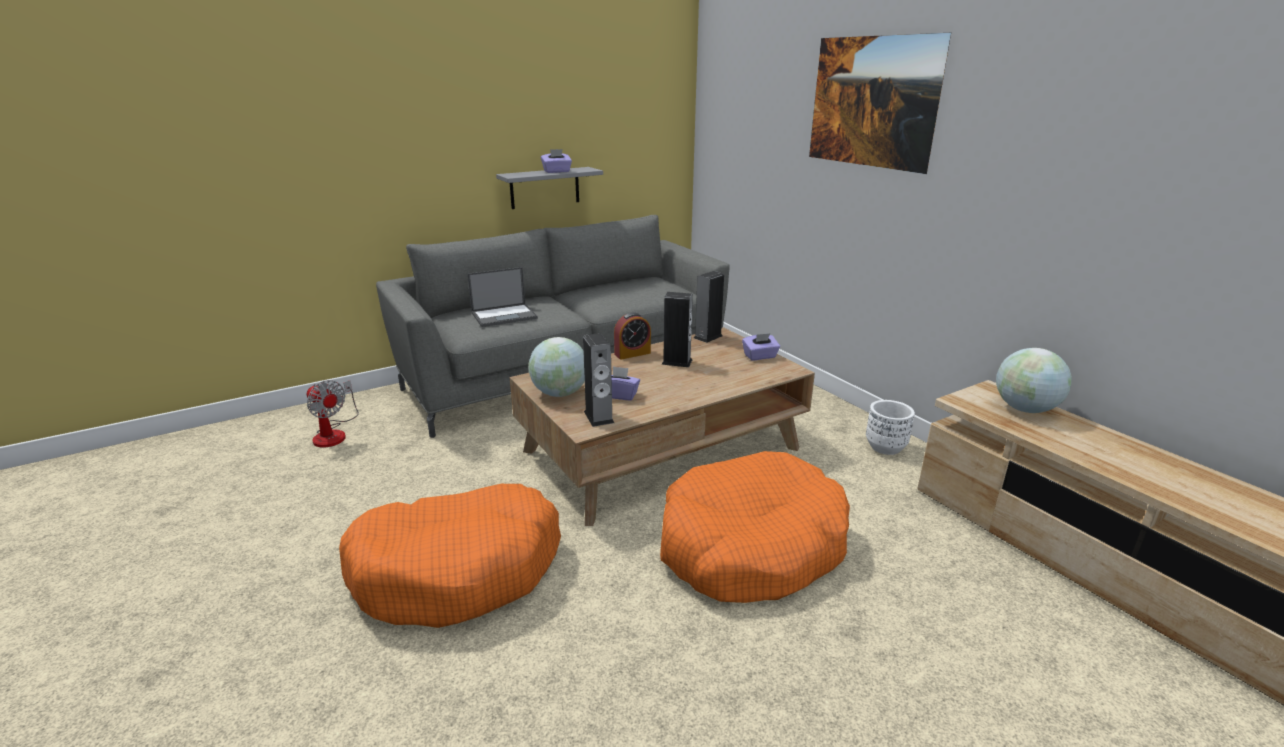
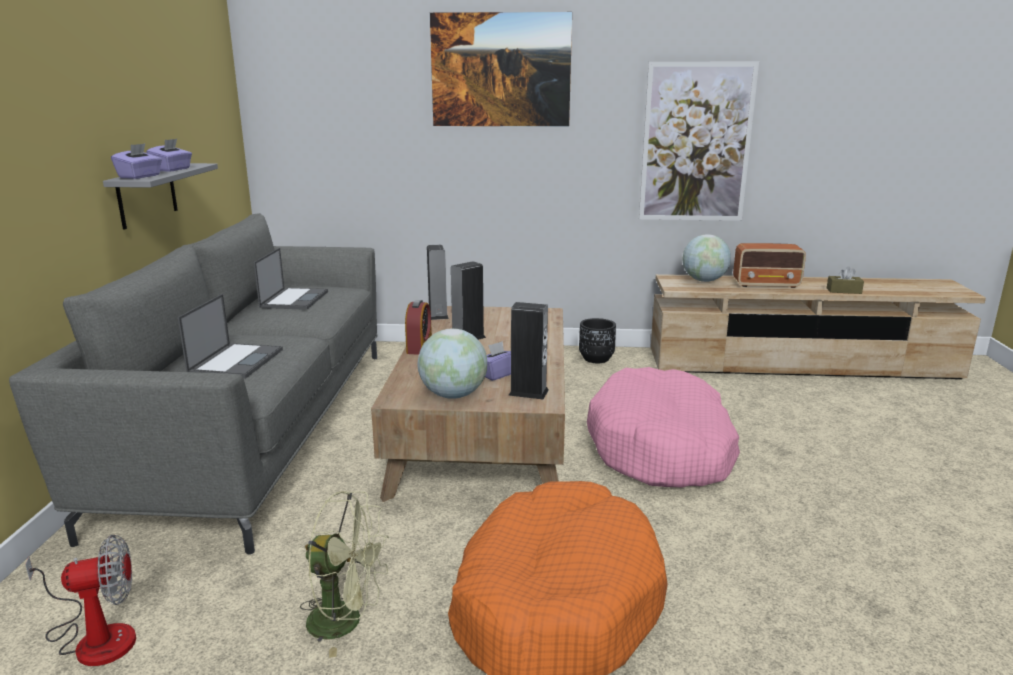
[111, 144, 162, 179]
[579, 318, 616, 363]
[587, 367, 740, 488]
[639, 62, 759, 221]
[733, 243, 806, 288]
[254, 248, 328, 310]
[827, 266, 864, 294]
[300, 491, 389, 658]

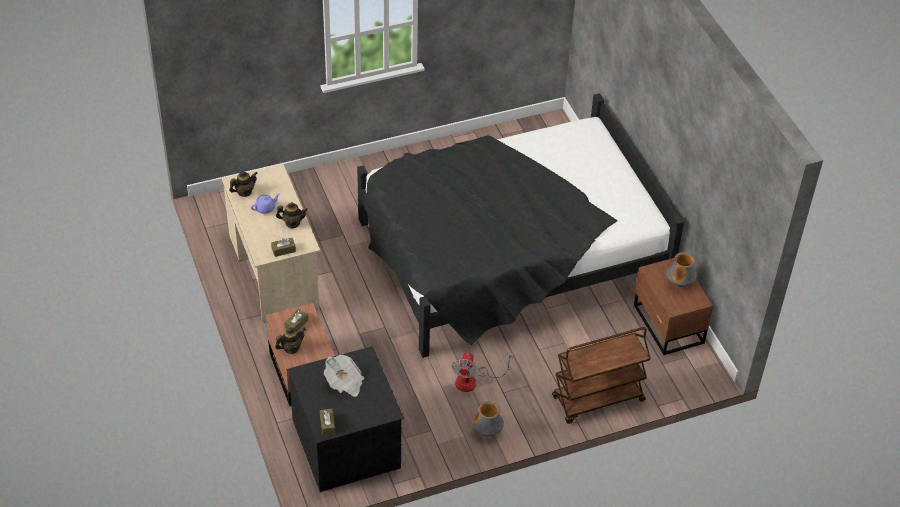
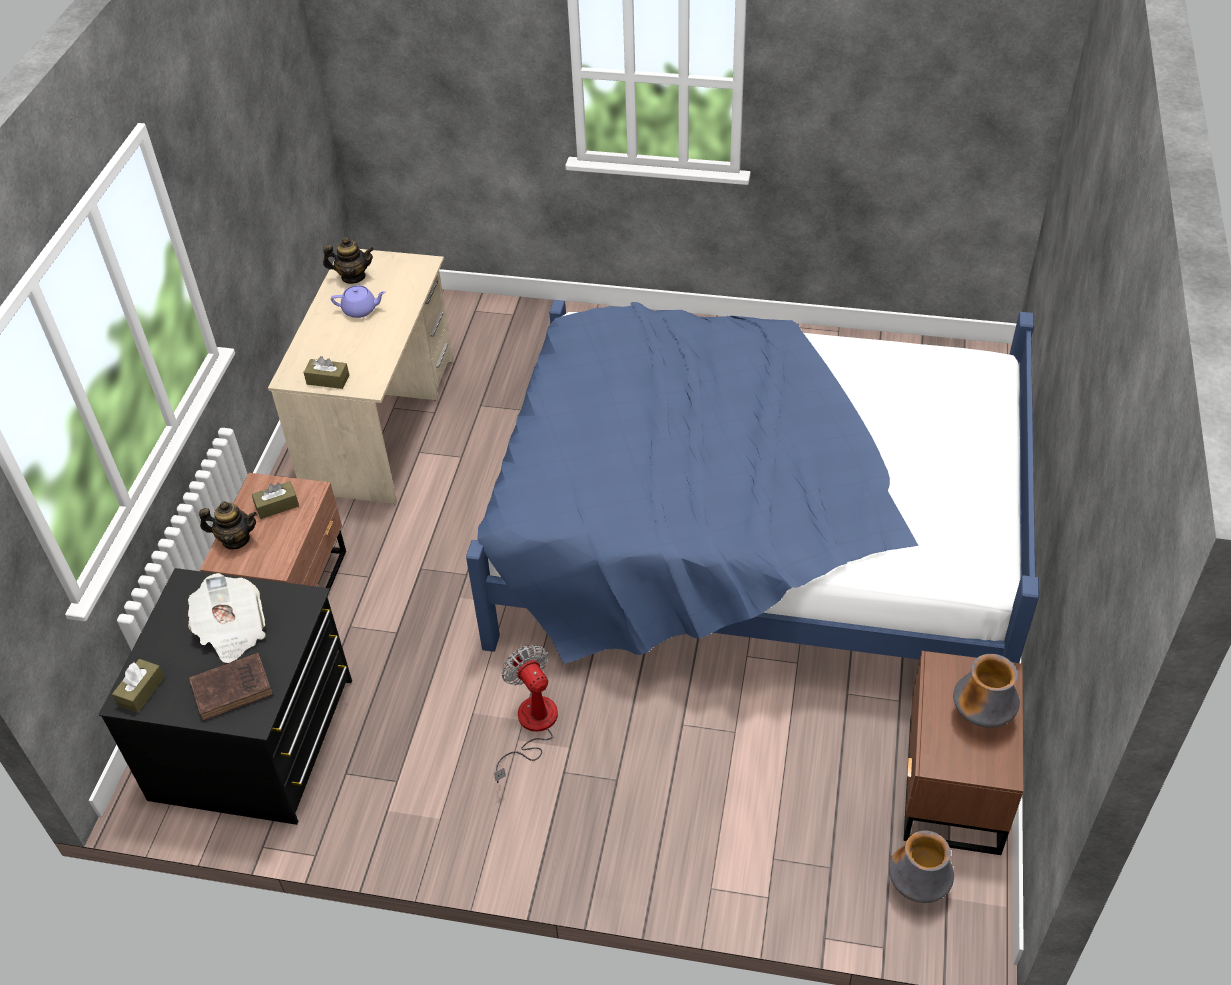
[466, 300, 1039, 664]
[276, 202, 308, 228] (first image)
[552, 327, 651, 424] (first image)
[494, 645, 558, 783]
[889, 830, 954, 903]
[189, 653, 273, 721]

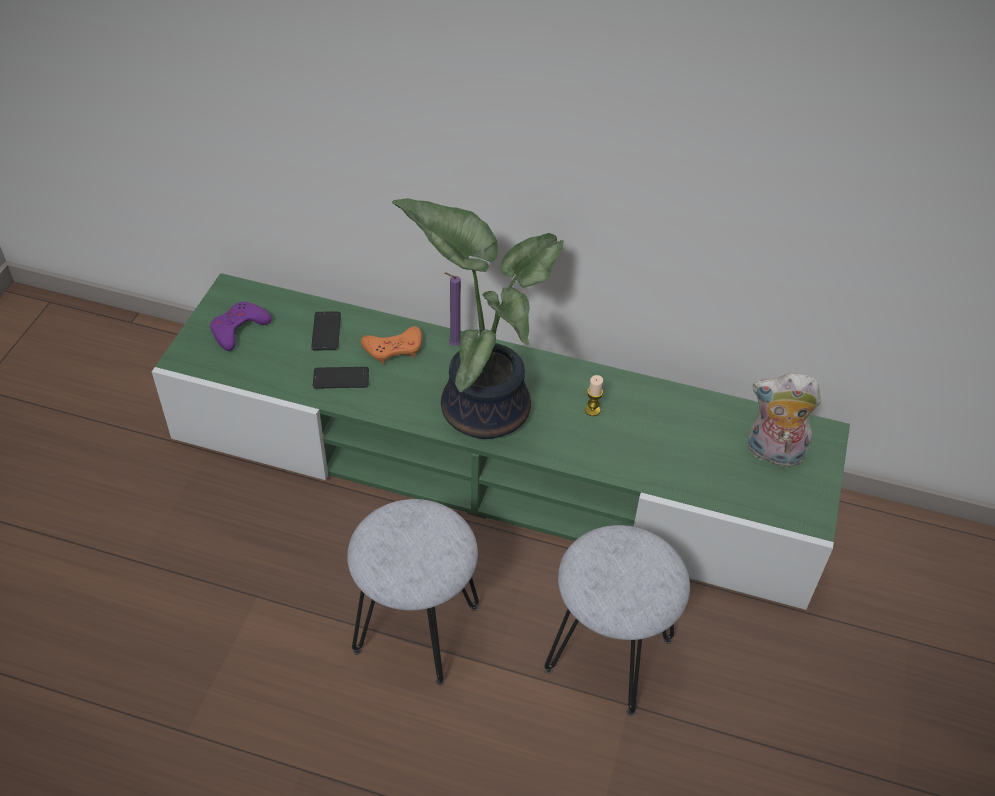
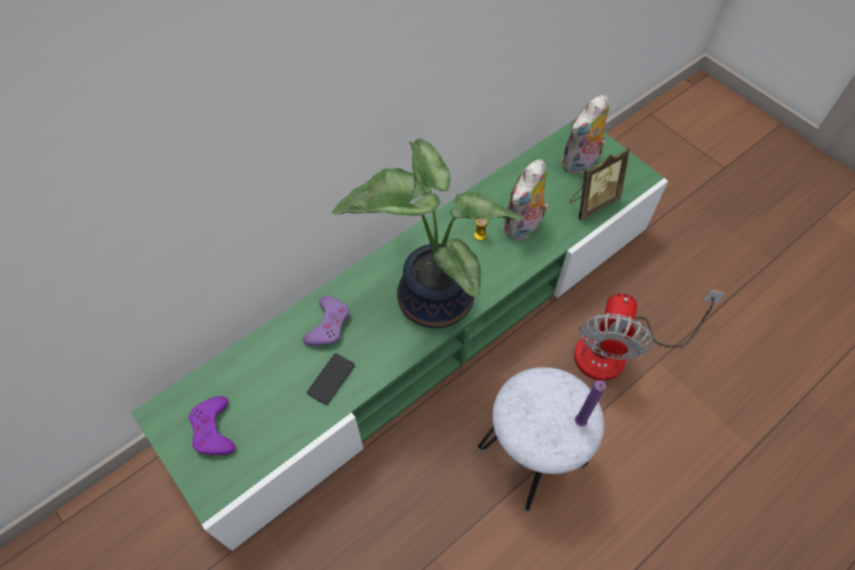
[575, 380, 606, 427]
[311, 312, 341, 350] (first image)
[303, 296, 349, 346]
[574, 290, 725, 381]
[569, 148, 630, 220]
[502, 160, 549, 240]

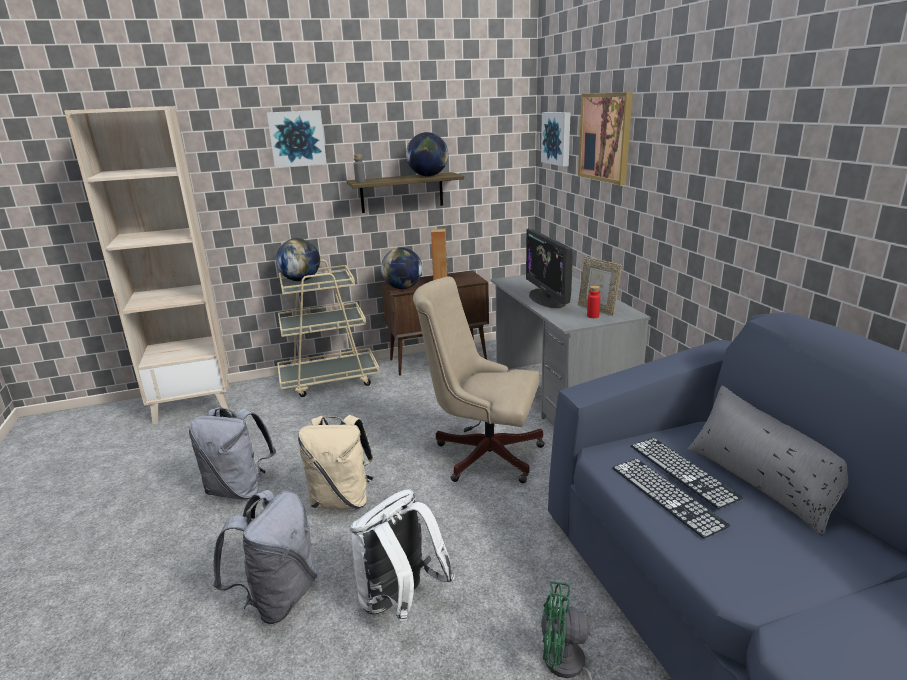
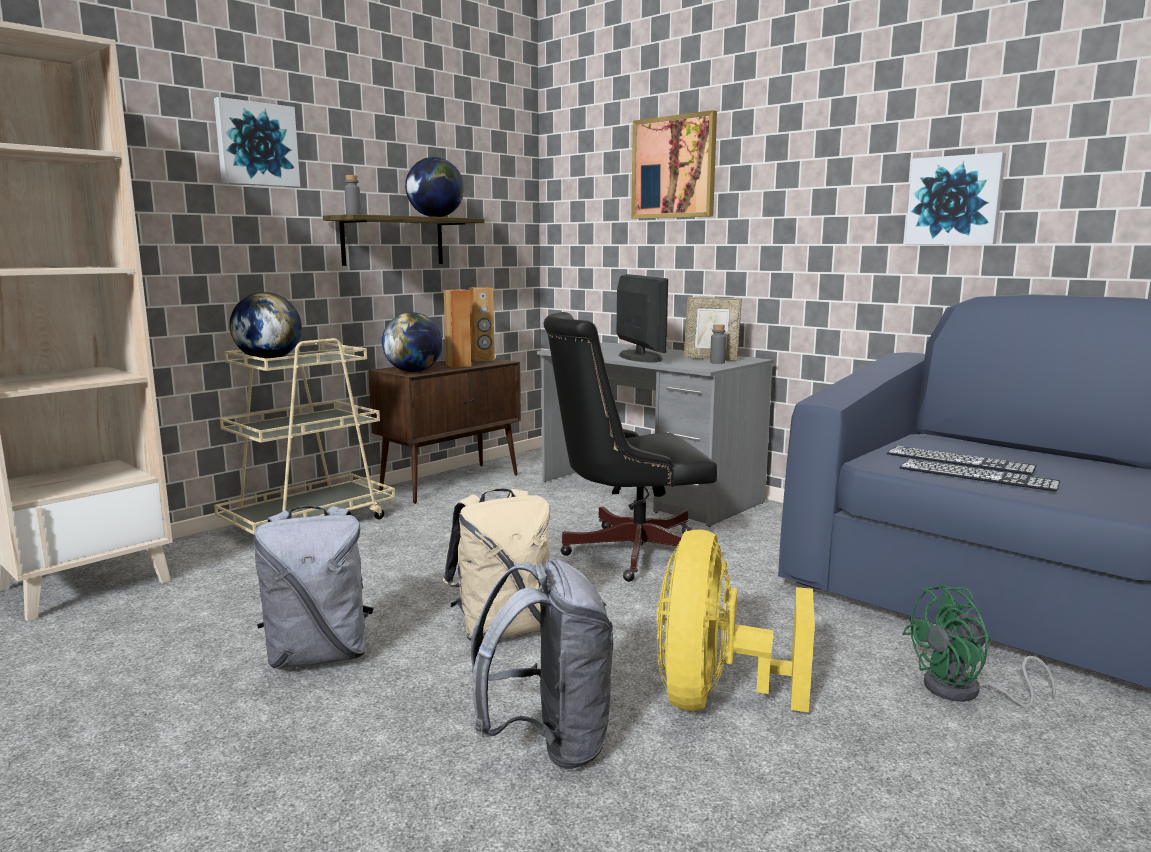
[905, 152, 1006, 244]
[617, 274, 668, 363]
[543, 312, 717, 582]
[710, 324, 726, 364]
[688, 385, 848, 536] (first image)
[656, 530, 815, 712]
[469, 287, 495, 361]

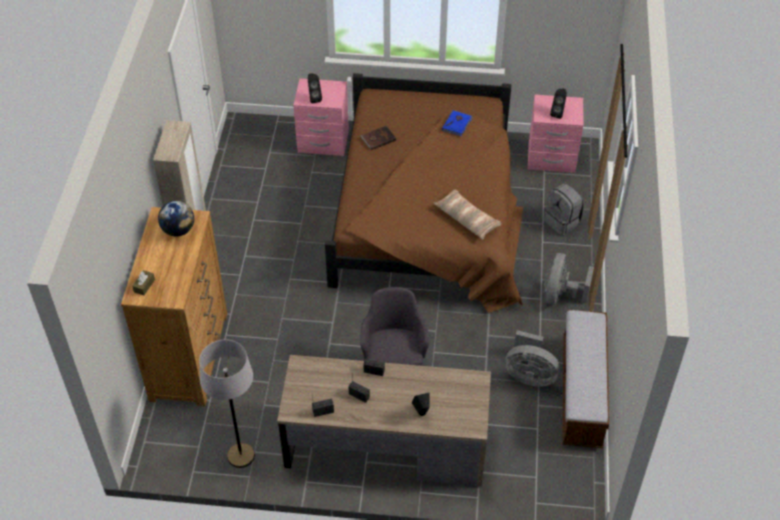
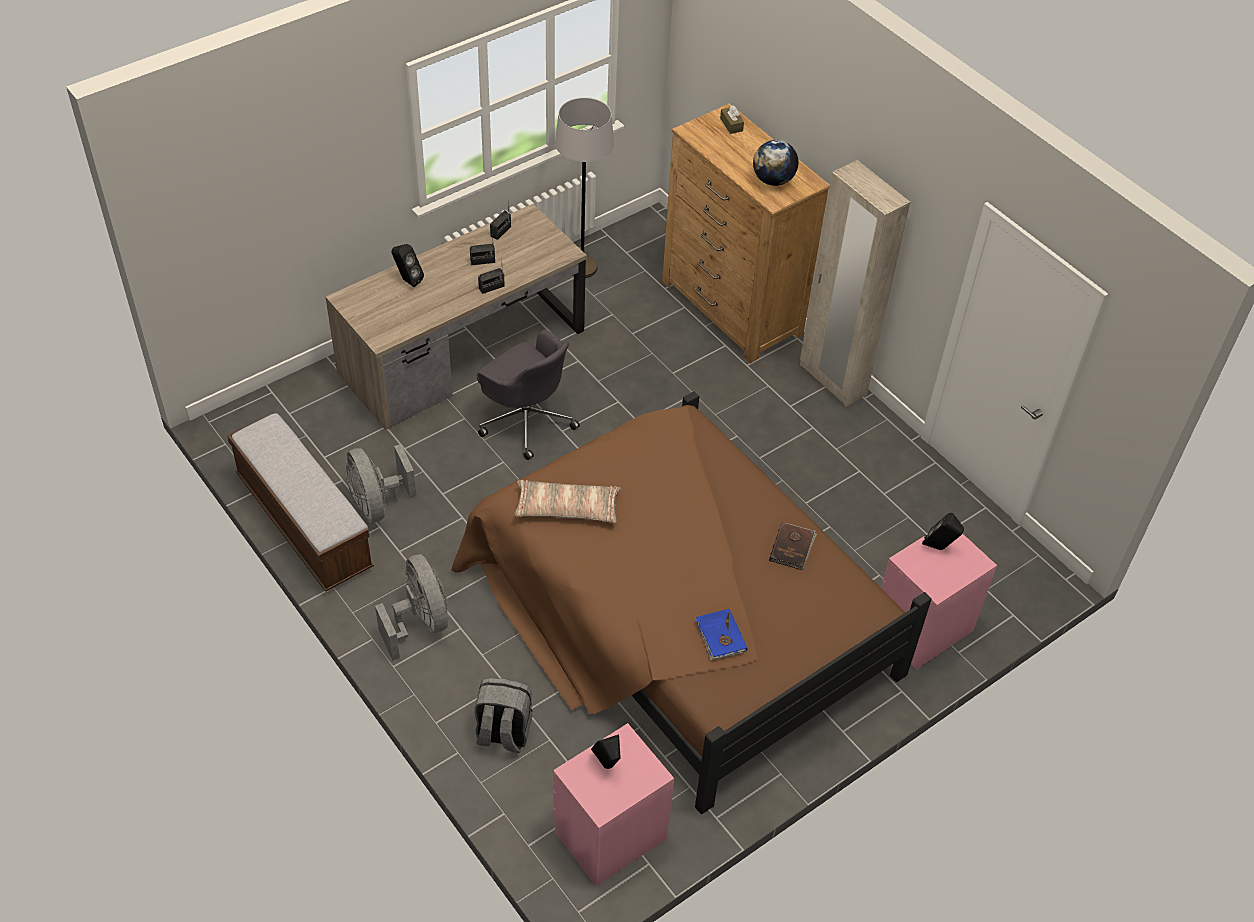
[346, 444, 416, 523]

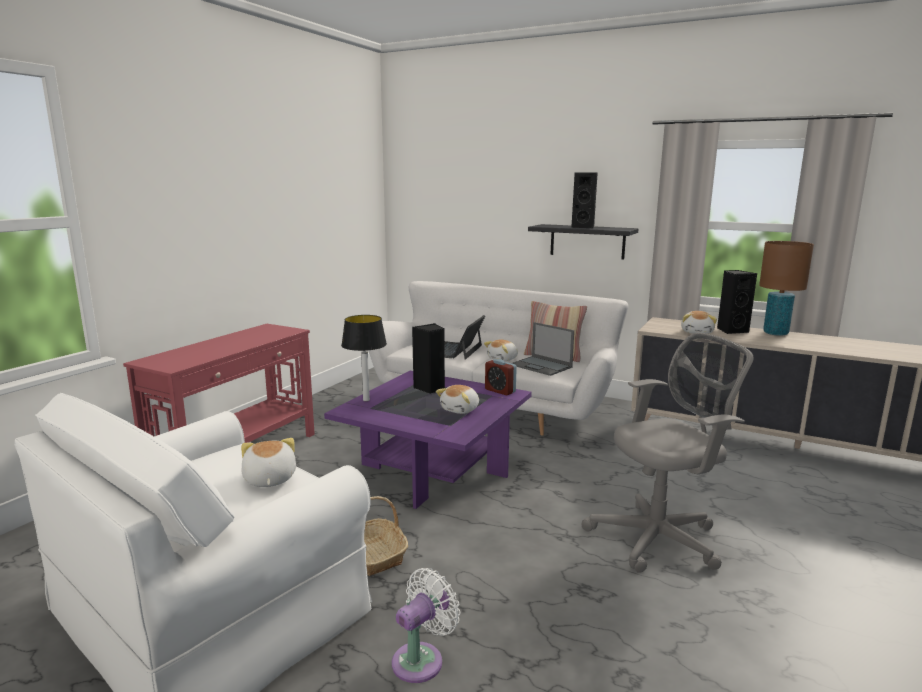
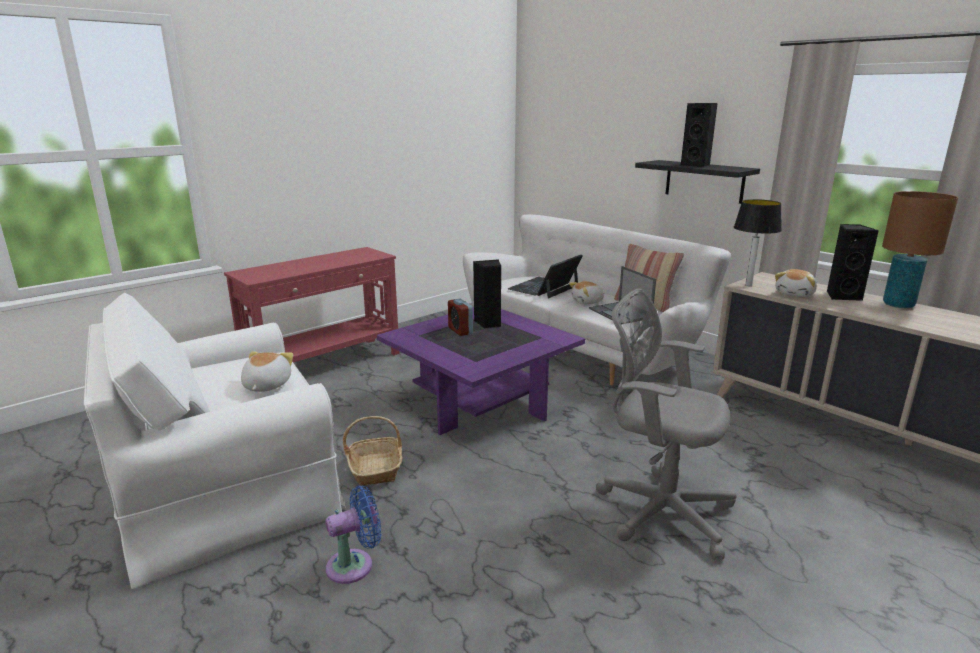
[734, 199, 782, 286]
[596, 289, 737, 559]
[448, 299, 473, 336]
[436, 385, 479, 414] (first image)
[325, 486, 381, 584]

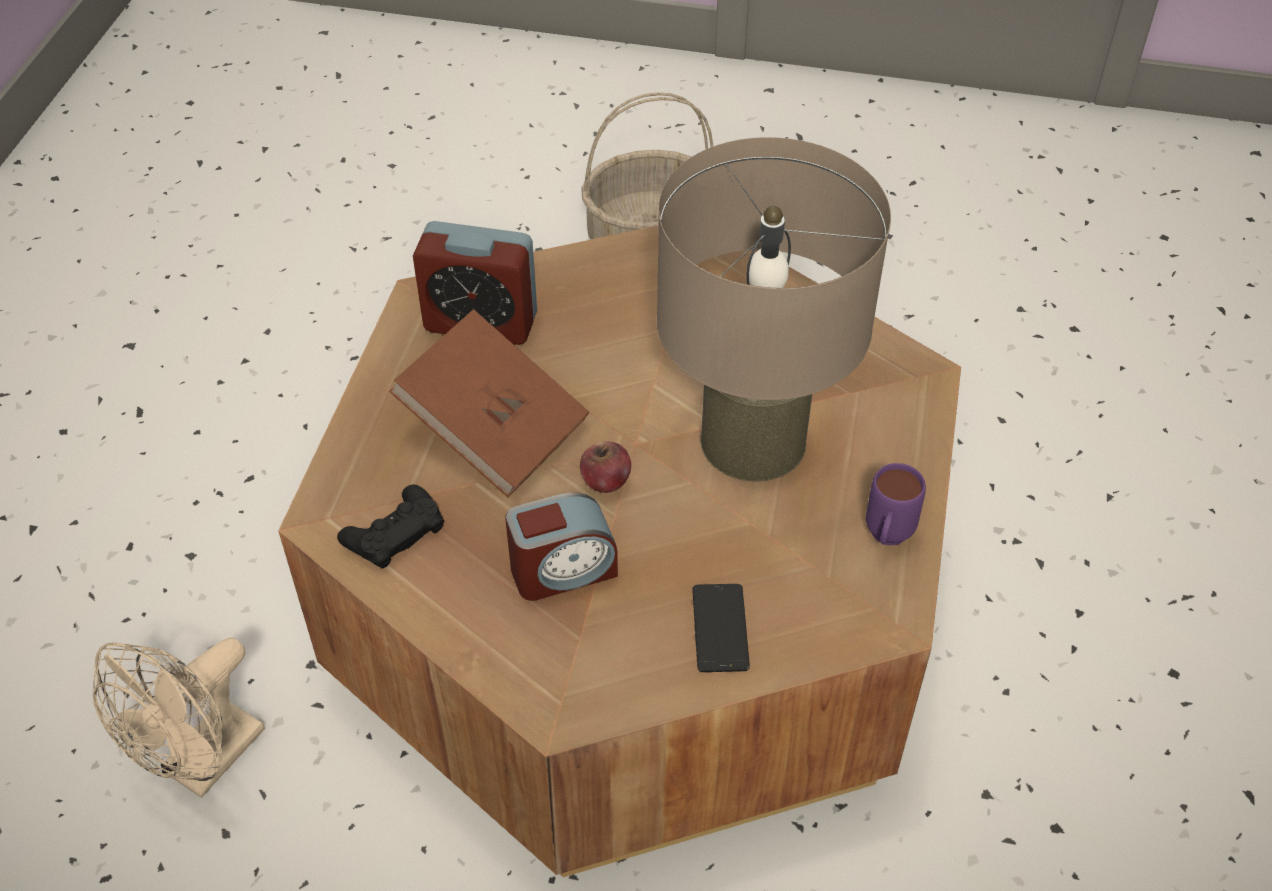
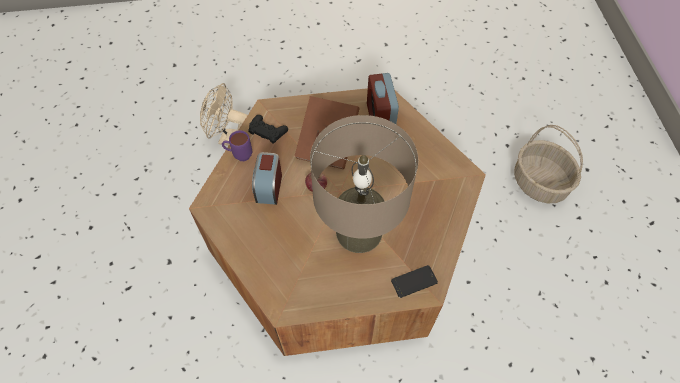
[222, 130, 252, 161]
[252, 152, 282, 205]
[391, 265, 438, 298]

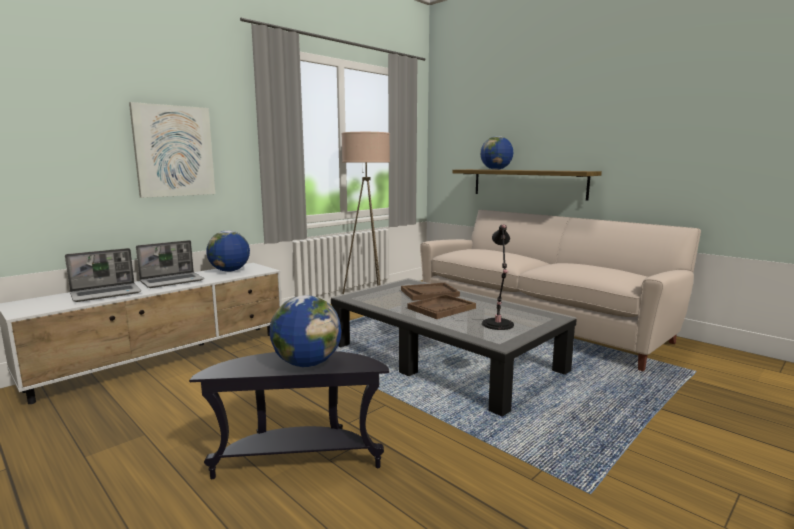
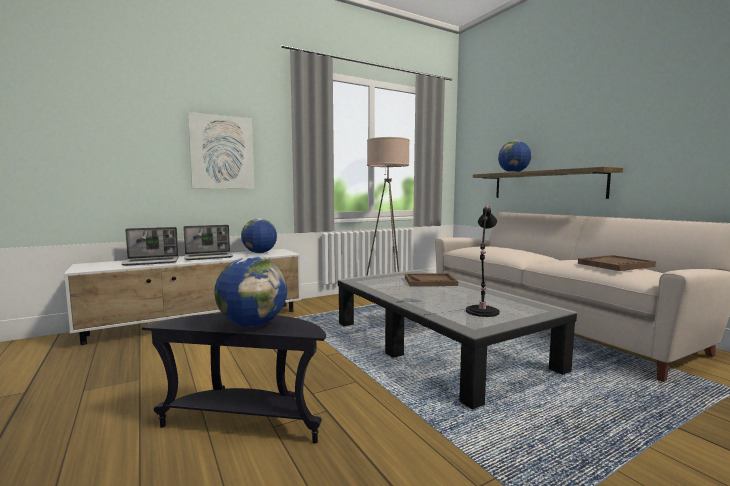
[578, 255, 656, 271]

